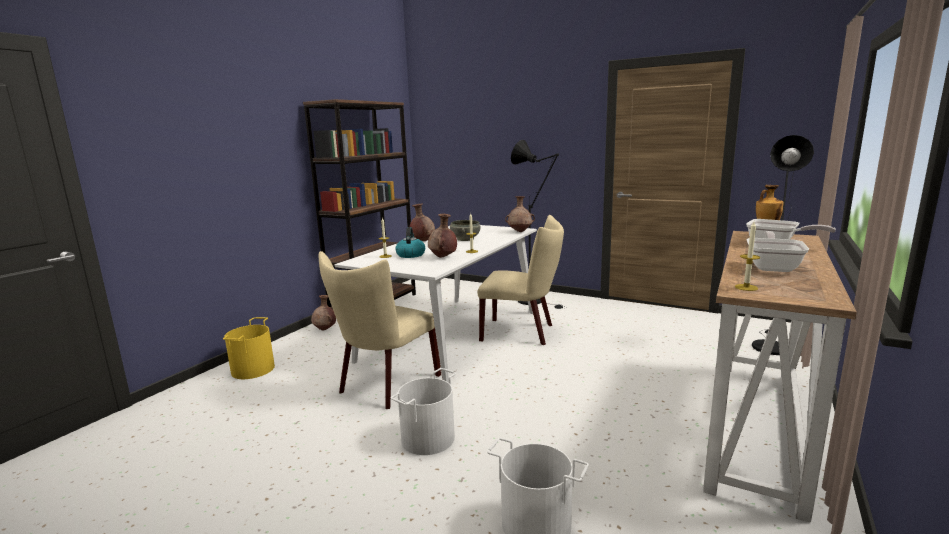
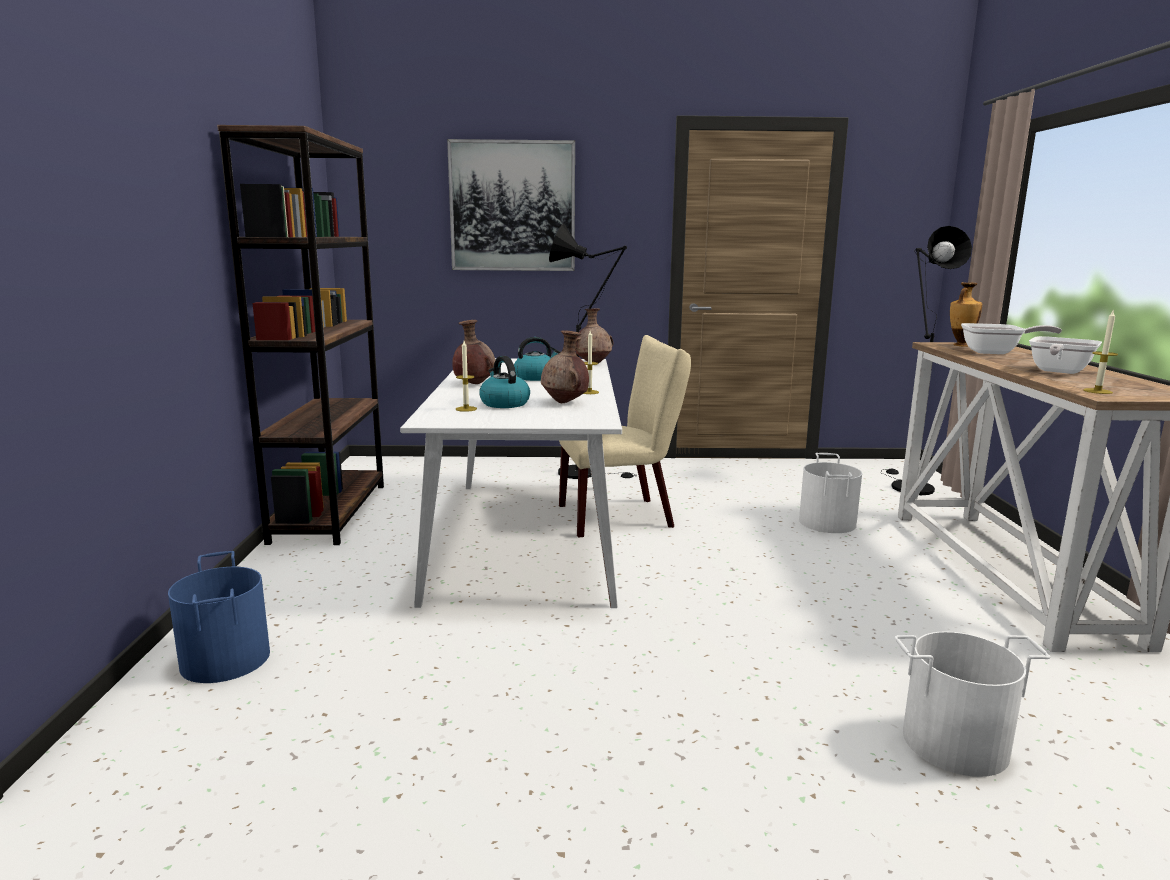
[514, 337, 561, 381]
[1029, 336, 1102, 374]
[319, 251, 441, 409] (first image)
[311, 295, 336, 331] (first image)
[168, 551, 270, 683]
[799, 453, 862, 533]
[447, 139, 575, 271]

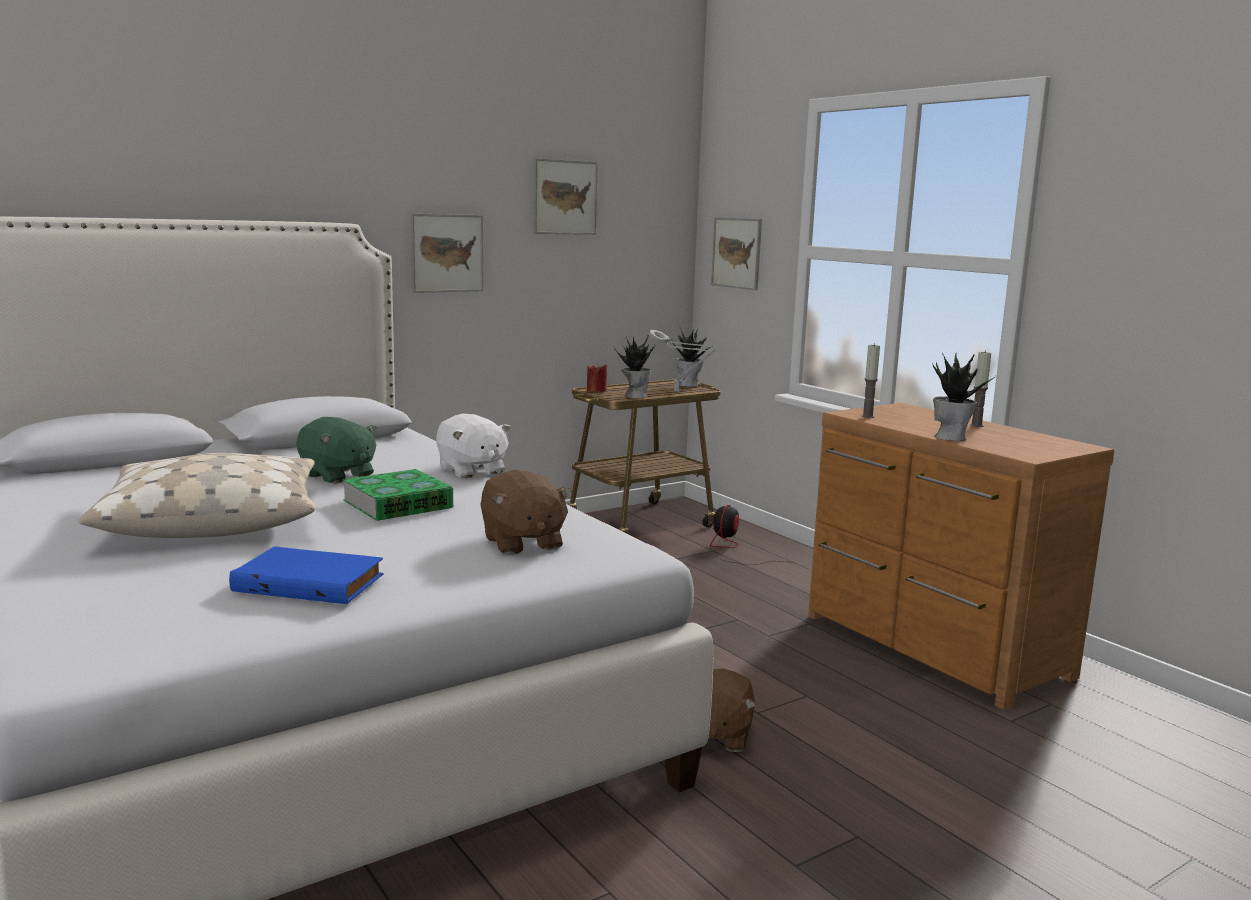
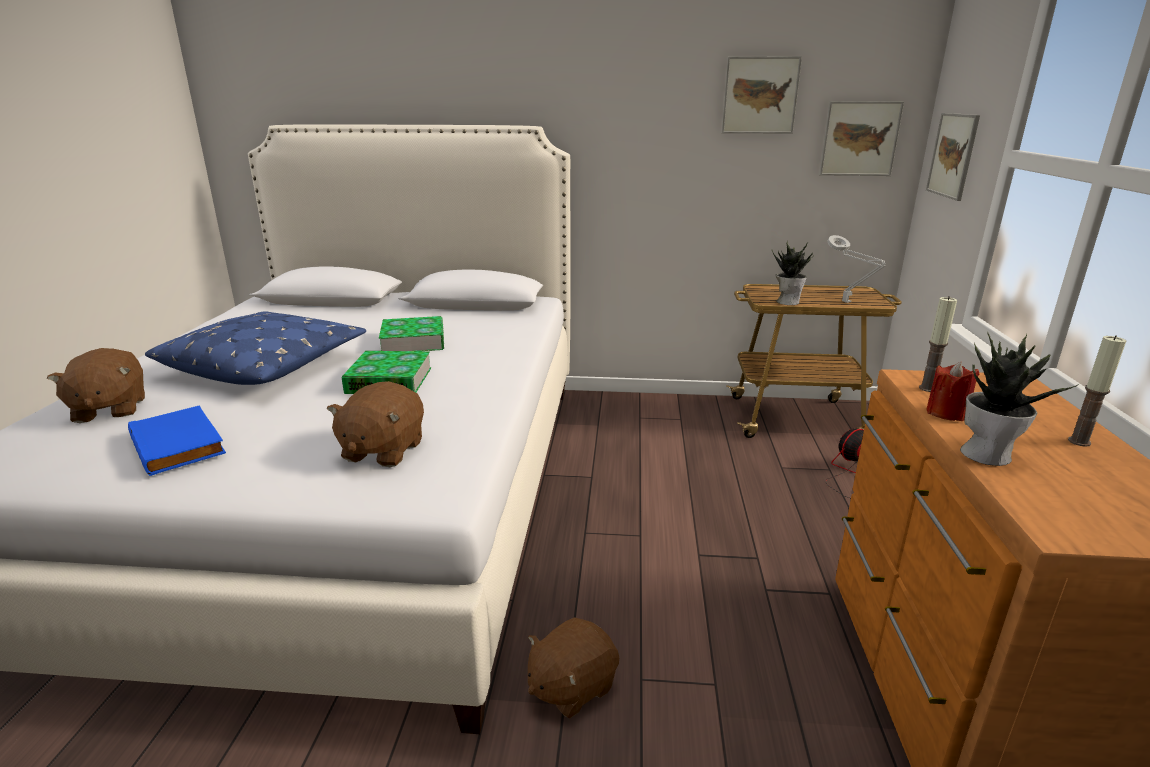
[819, 101, 904, 176]
[672, 328, 710, 387] (first image)
[926, 362, 980, 421]
[436, 413, 511, 478] (first image)
[379, 316, 444, 351]
[145, 311, 366, 385]
[47, 348, 145, 423]

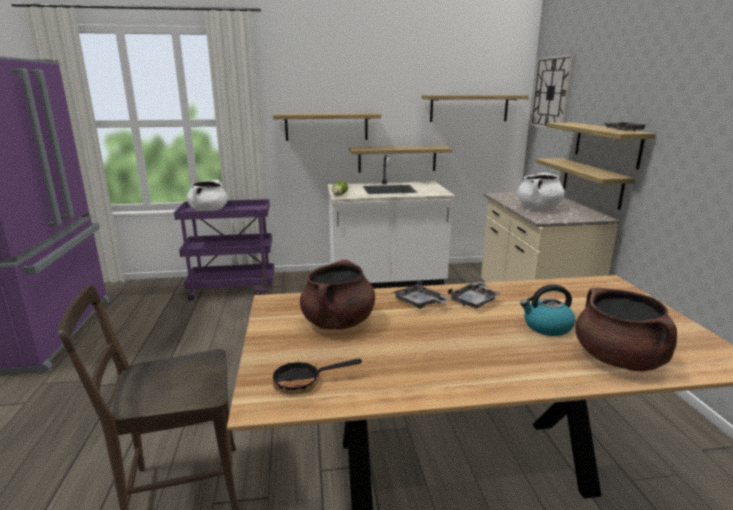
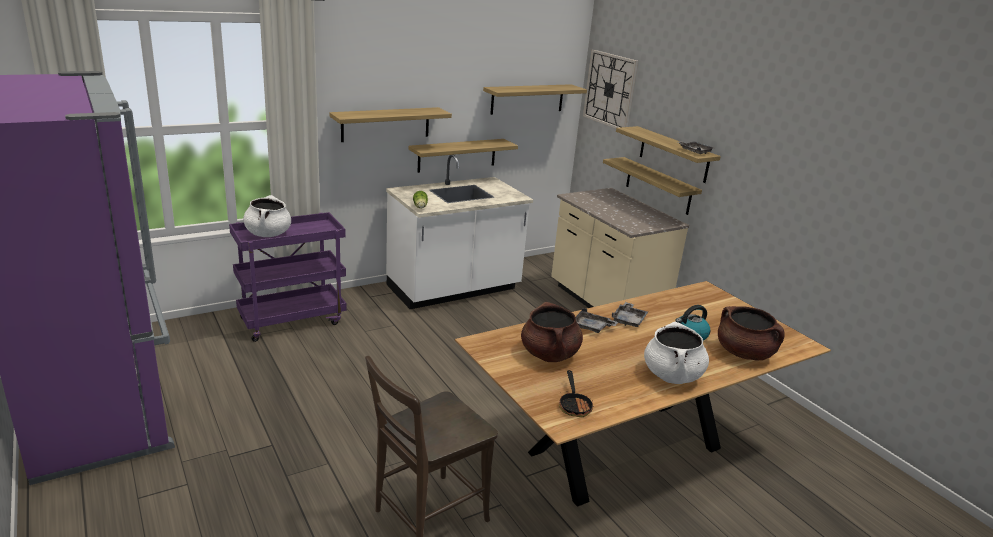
[644, 322, 709, 384]
[559, 370, 594, 417]

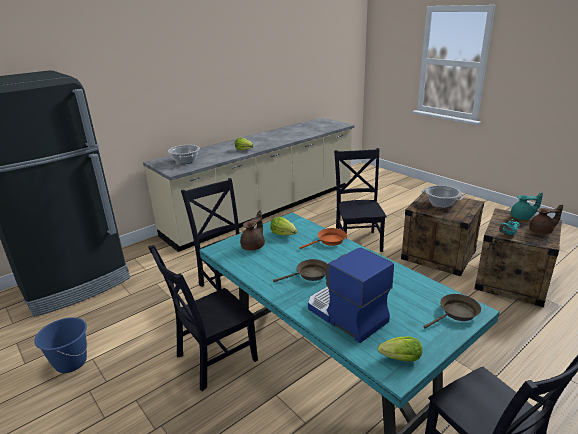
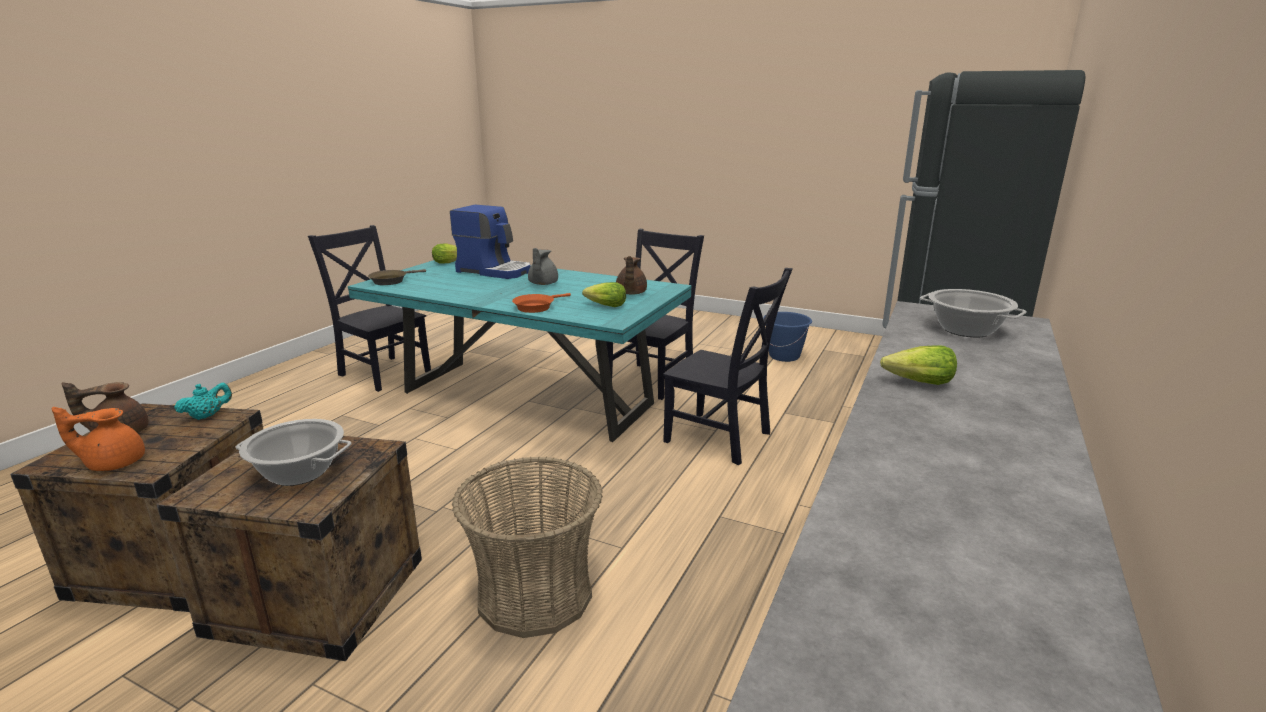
[452, 457, 603, 638]
[52, 407, 145, 471]
[528, 248, 558, 285]

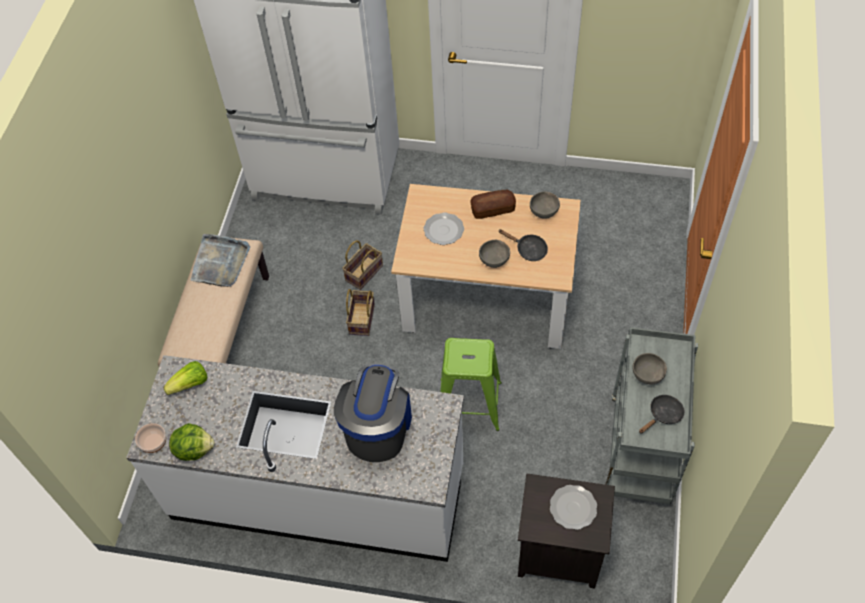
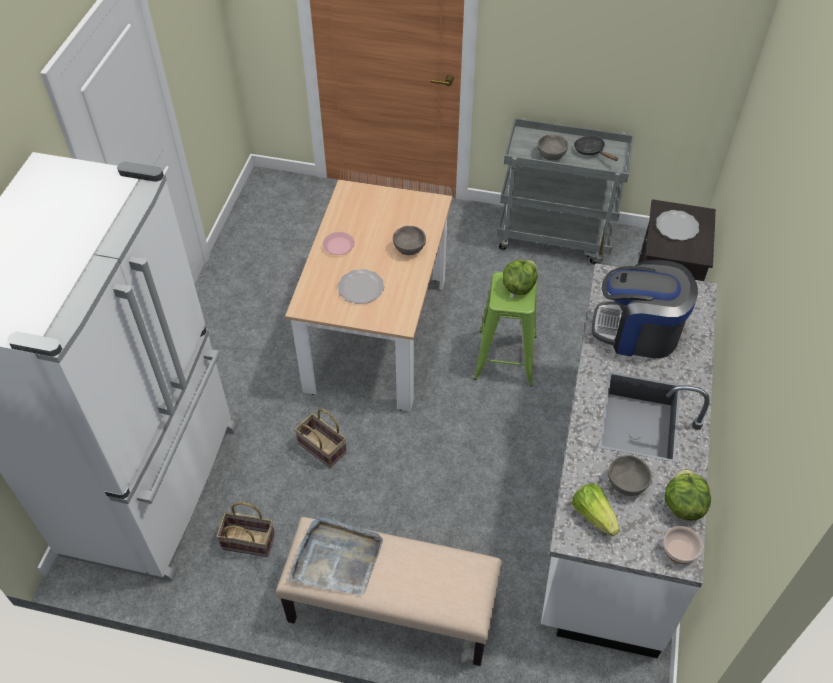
[323, 232, 355, 255]
[608, 455, 652, 496]
[499, 229, 548, 261] (first image)
[216, 502, 275, 557]
[502, 260, 538, 295]

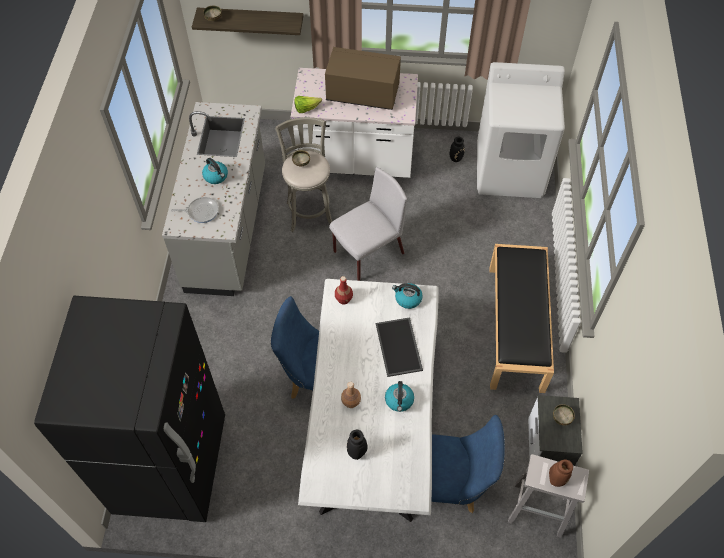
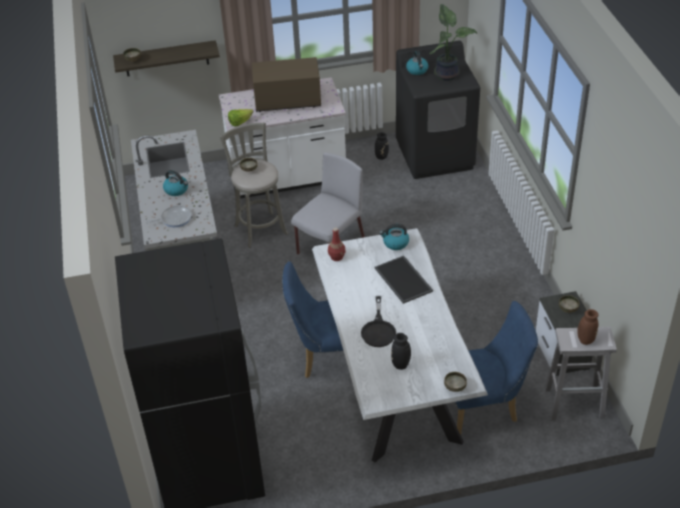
[396, 41, 480, 179]
[489, 244, 554, 393] (first image)
[406, 50, 429, 75]
[361, 296, 396, 347]
[429, 4, 477, 81]
[444, 372, 467, 392]

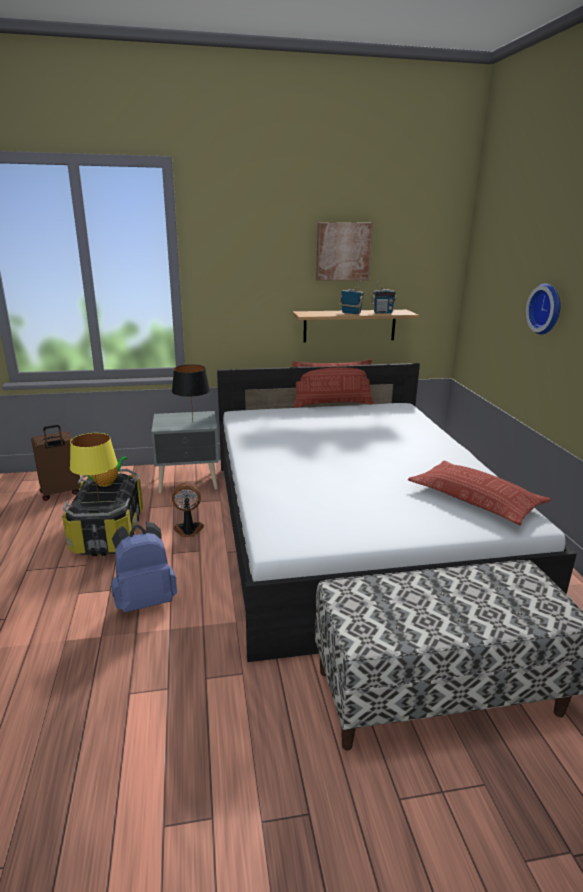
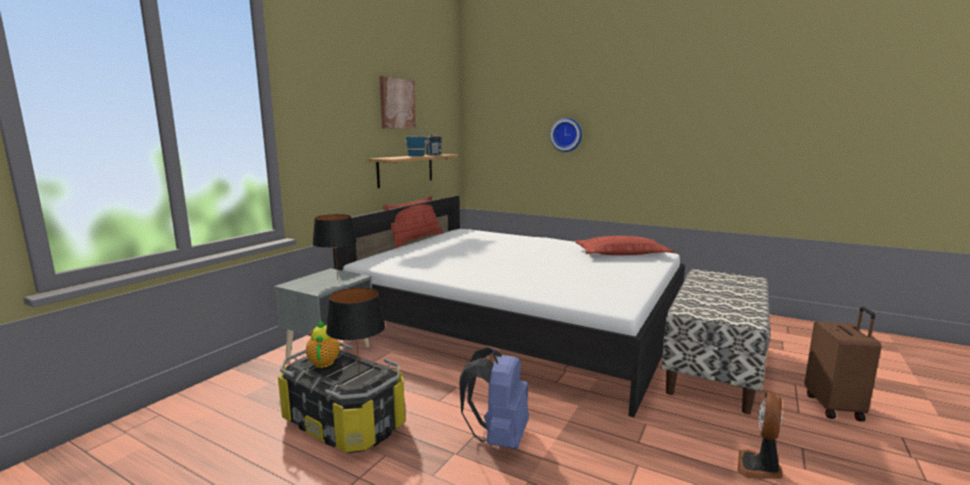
[804, 307, 881, 421]
[326, 287, 386, 376]
[738, 392, 782, 479]

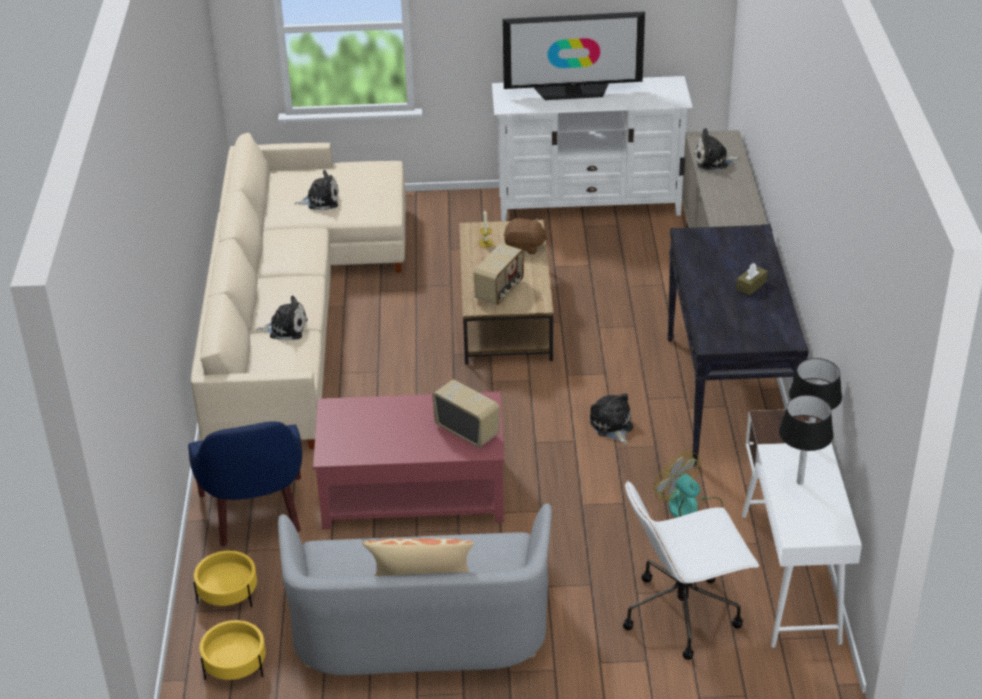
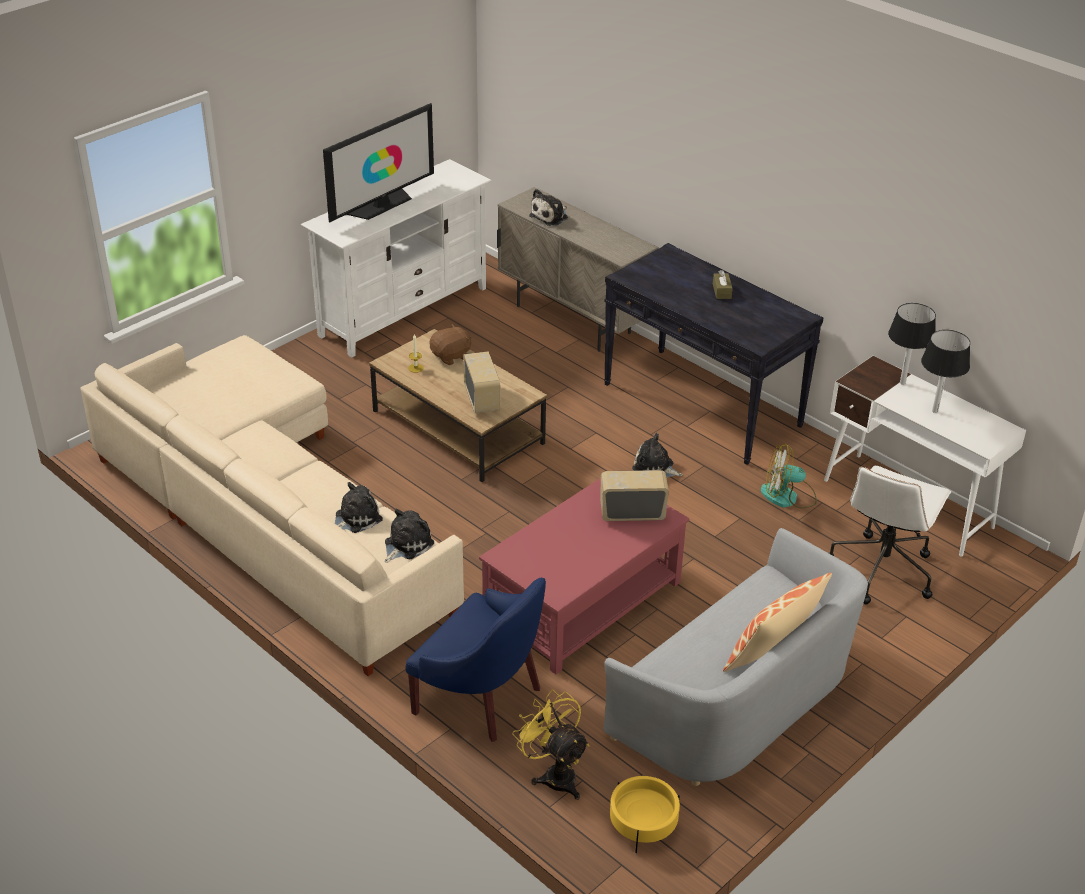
[385, 508, 434, 563]
[512, 690, 589, 800]

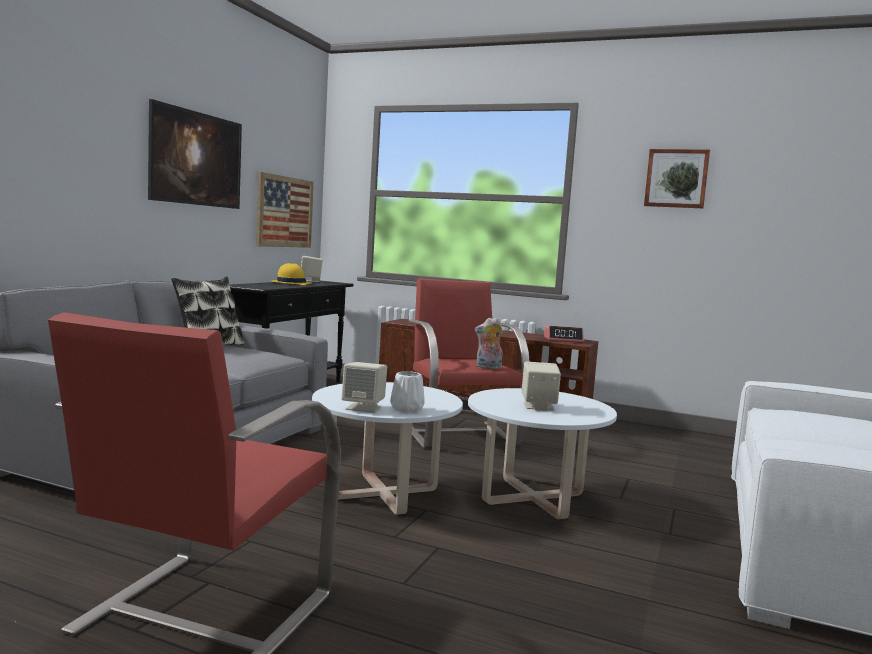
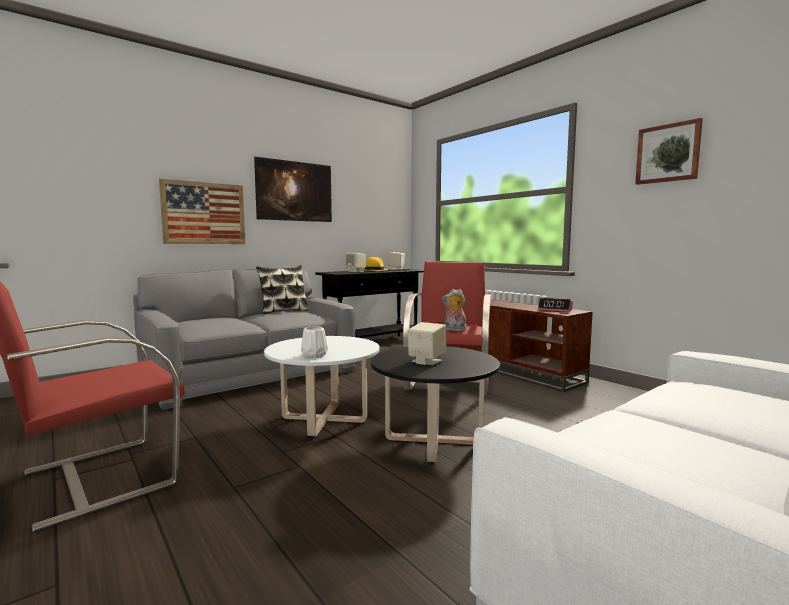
[159, 178, 246, 244]
[345, 253, 366, 272]
[371, 346, 500, 462]

